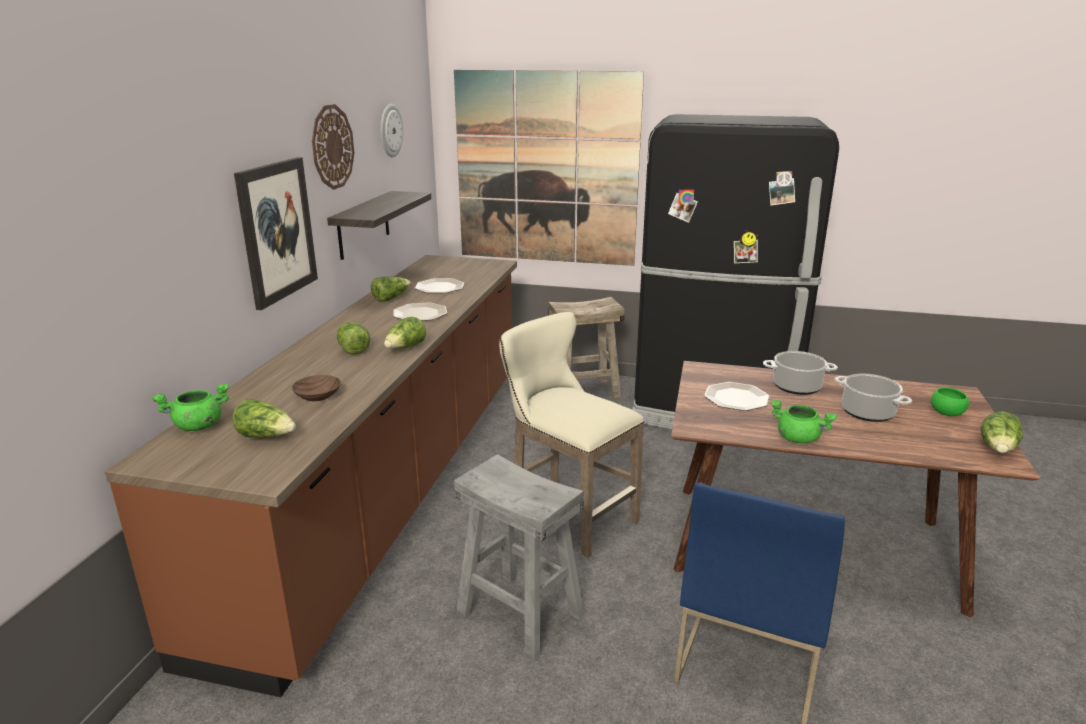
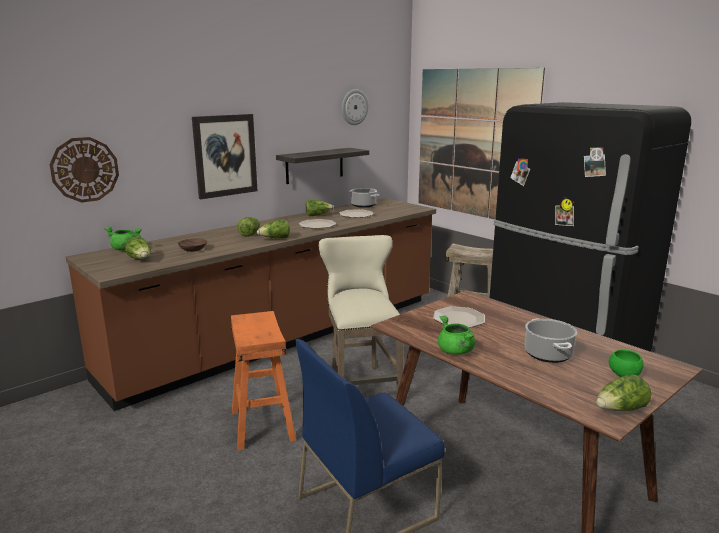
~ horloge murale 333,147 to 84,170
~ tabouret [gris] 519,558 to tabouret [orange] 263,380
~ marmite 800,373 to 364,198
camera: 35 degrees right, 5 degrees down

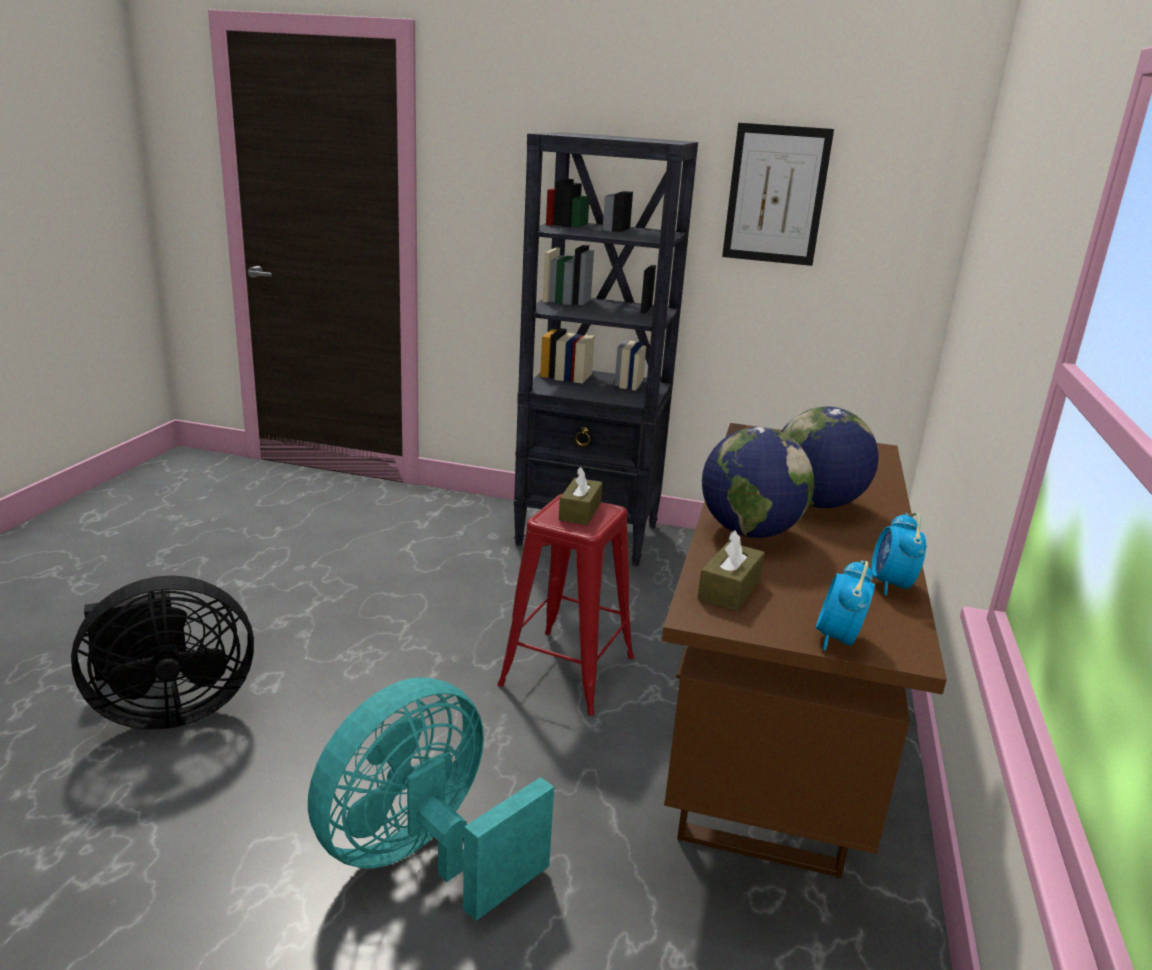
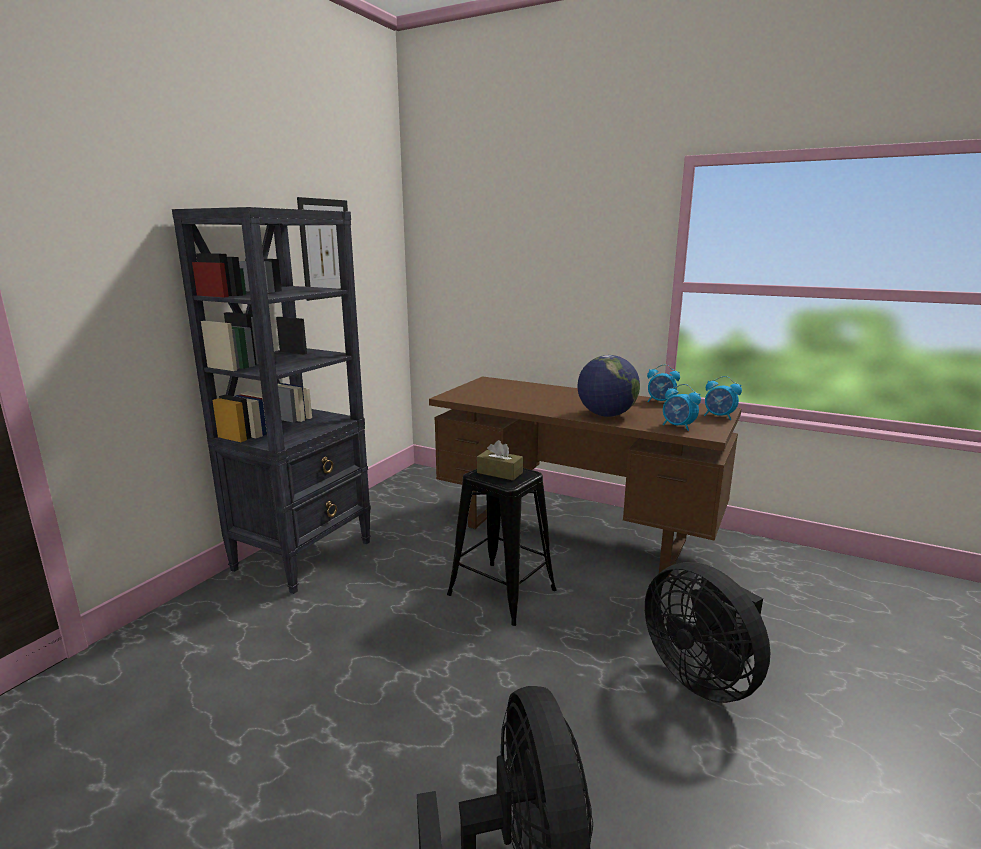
~ ventilateur [turquoise] 431,799 to ventilateur [noir] 707,632
~ tabouret [rouge] 565,605 to tabouret [noir] 502,547
~ boîte à mouchoirs [marron] 731,570 to réveil 682,407
- globe 830,457
camera: 75 degrees left, 5 degrees down

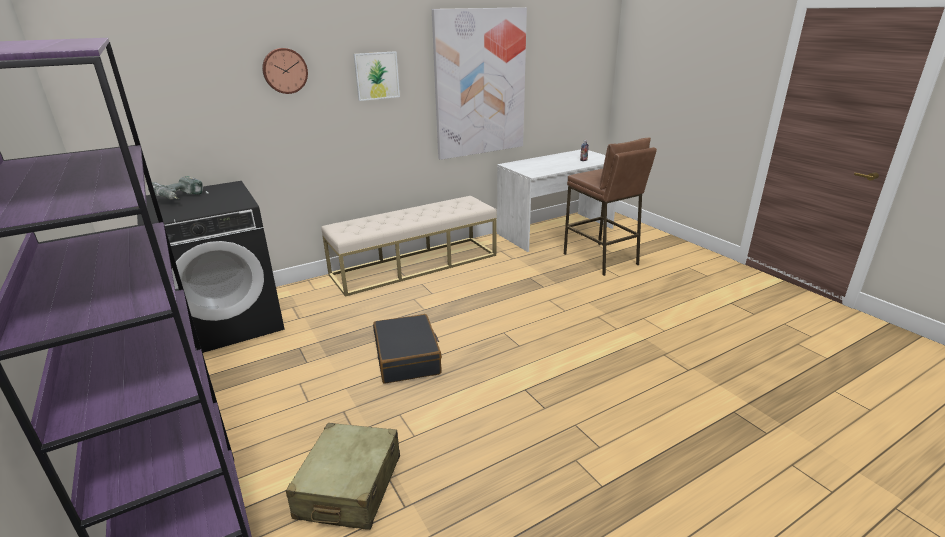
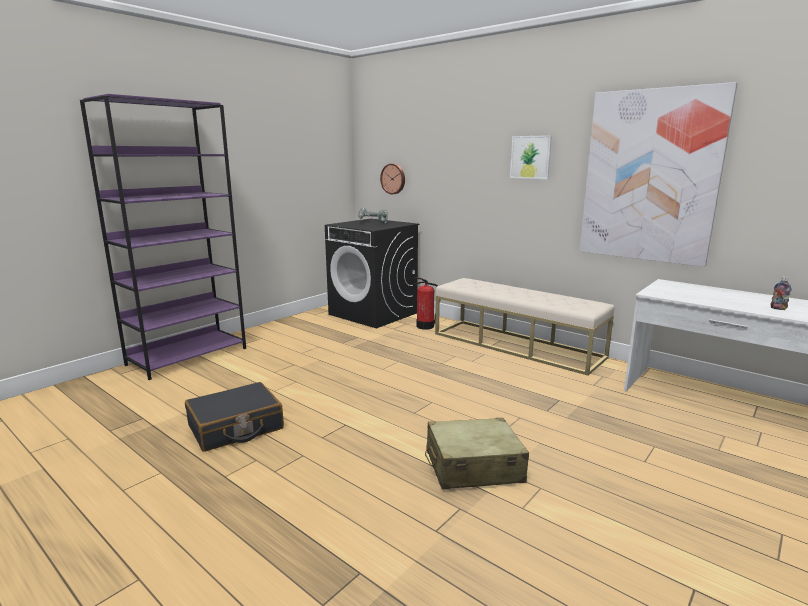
~ horloge murale 285,71 to 392,179
~ valise [beige] 342,476 to 477,454
~ valise [noir] 407,349 to 234,417
- tabouret [marron] 610,206
+ extincteur 427,304
camera: 70 degrees right, 10 degrees down

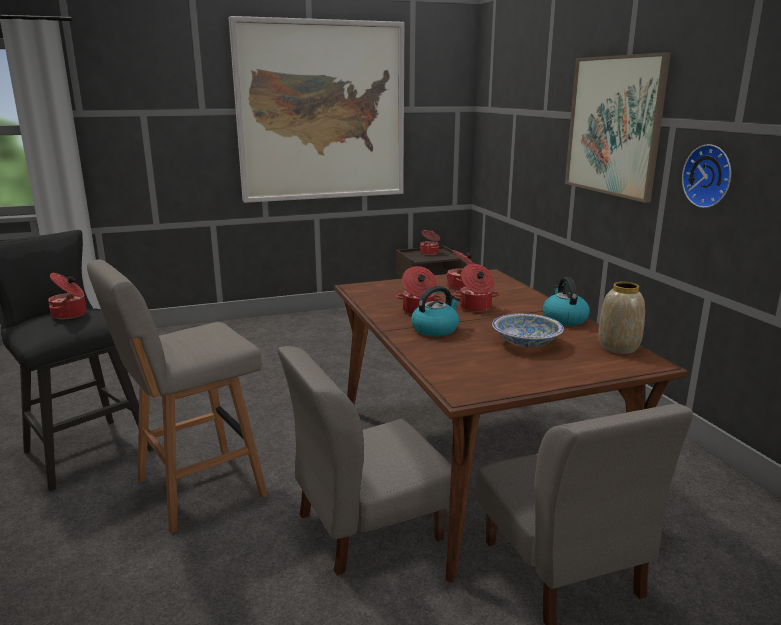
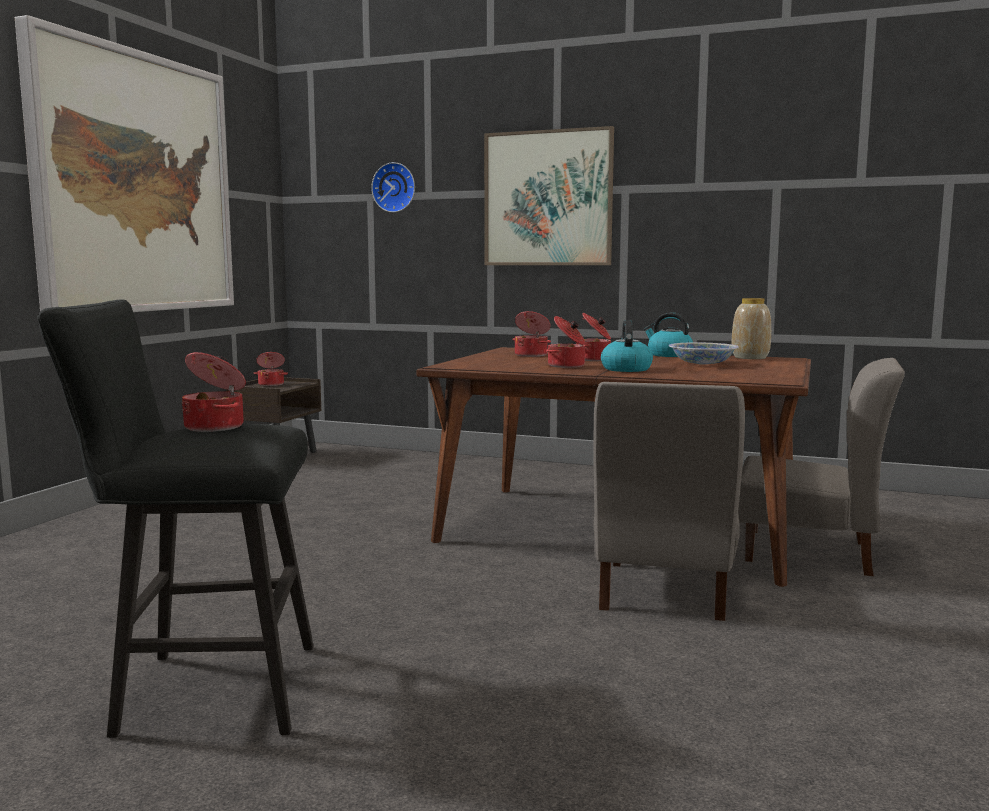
- tabouret [gris] 177,396
~ horloge murale 706,176 to 393,187
camera: 50 degrees left, 10 degrees down

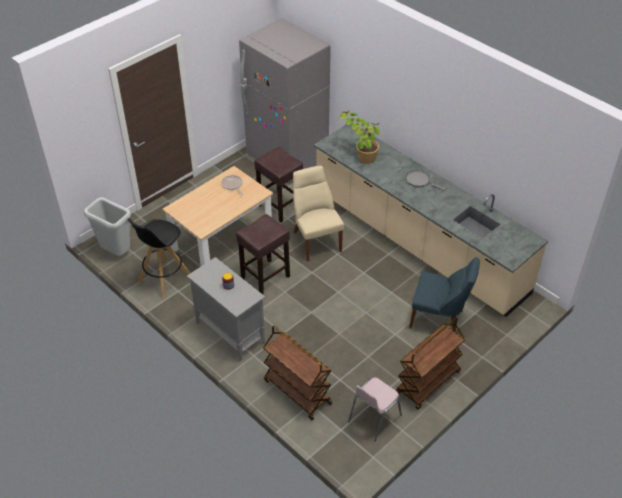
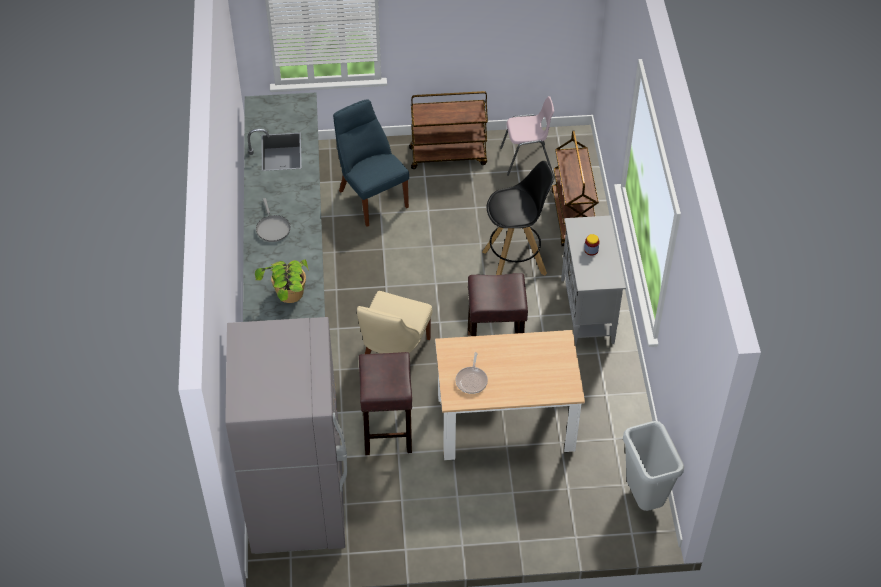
~ tabouret [noir] 158,258 to 518,218
camera: 140 degrees left, 5 degrees up

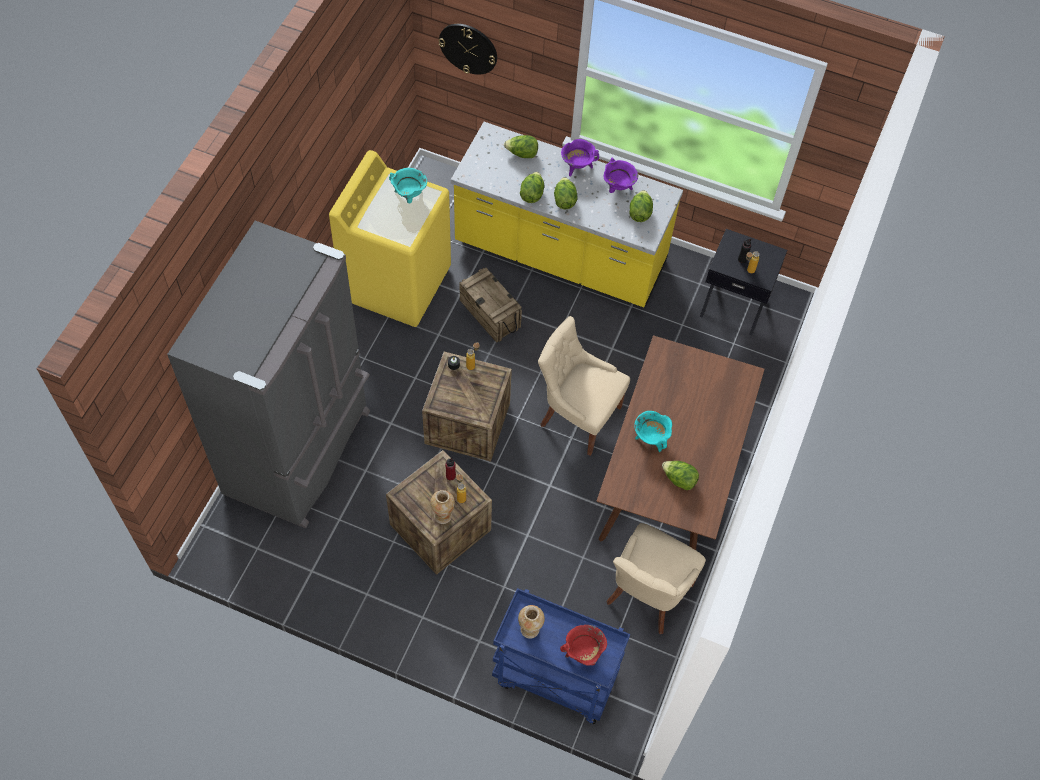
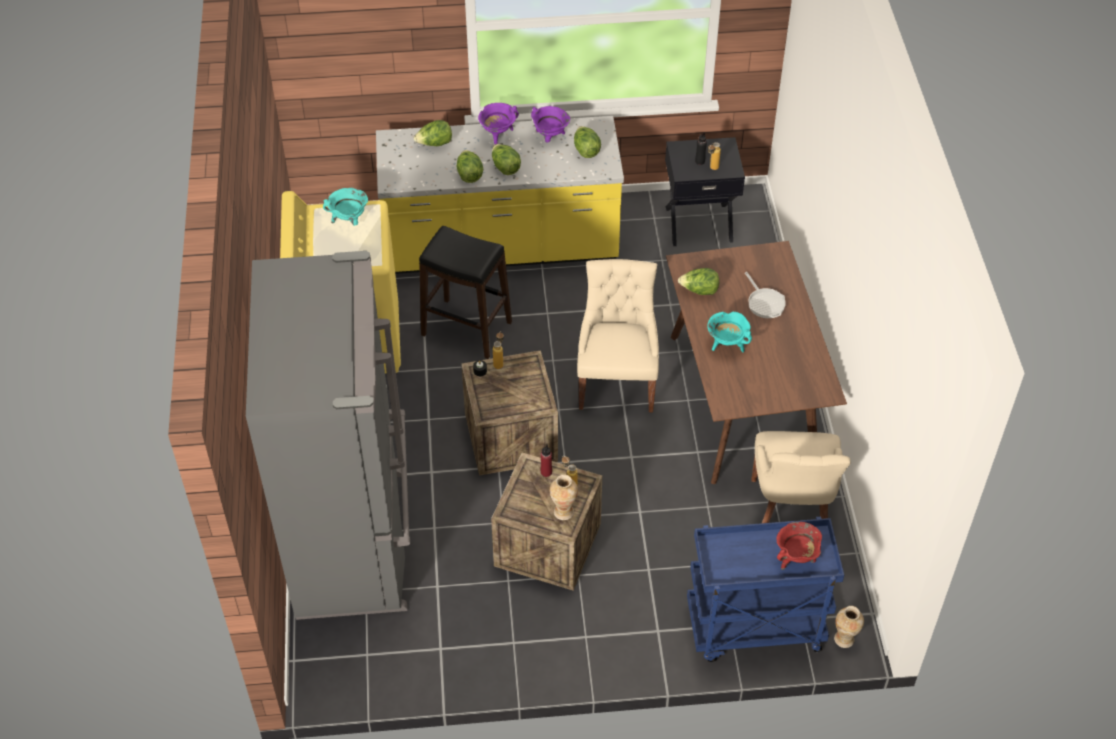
- horloge murale 468,49
~ caisse 490,304 to tabouret [noir] 465,292
~ vase 531,622 to 849,627
~ chaise [beige] 584,386 = 618,335 90 degrees clockwise
~ laitue 680,475 to 698,281
+ poêle 765,295
camera: 25 degrees left, 10 degrees down

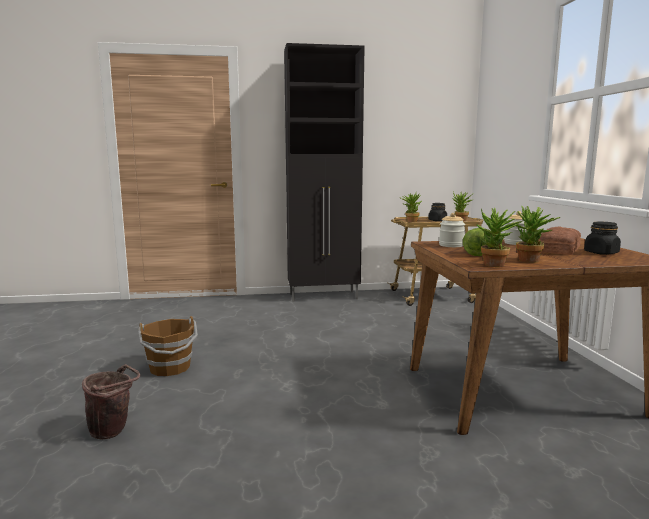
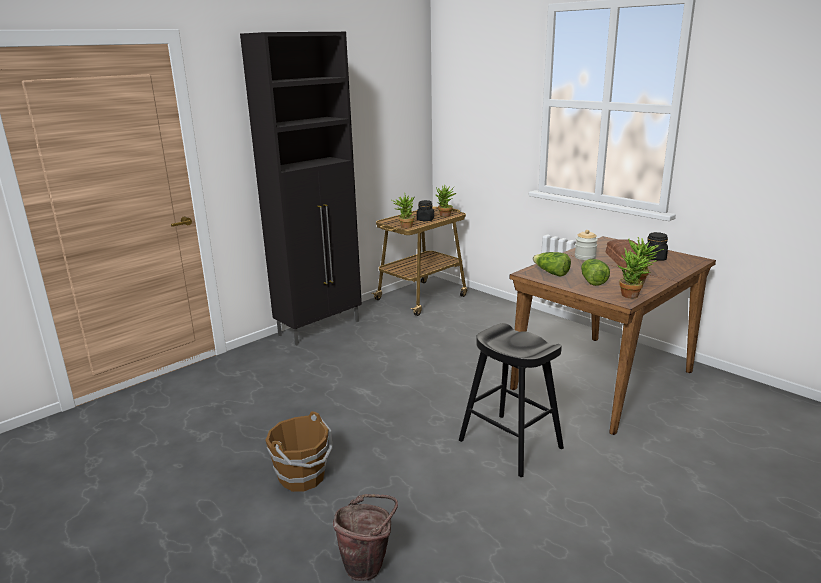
~ bocal 452,230 to laitue 552,264
+ tabouret [noir] 511,400
camera: 35 degrees left, 10 degrees up

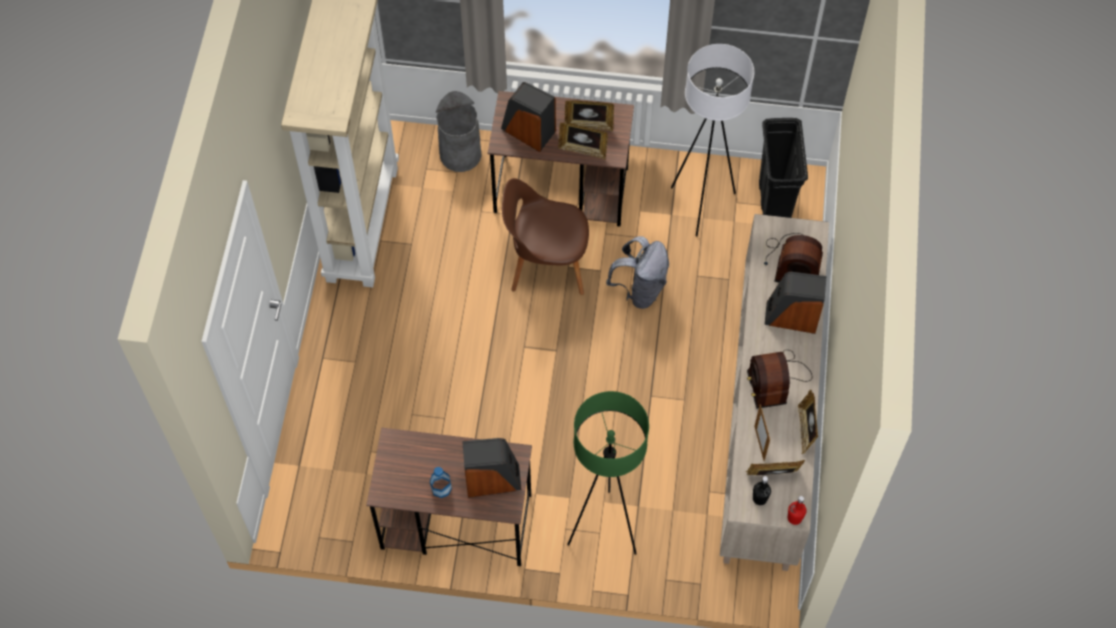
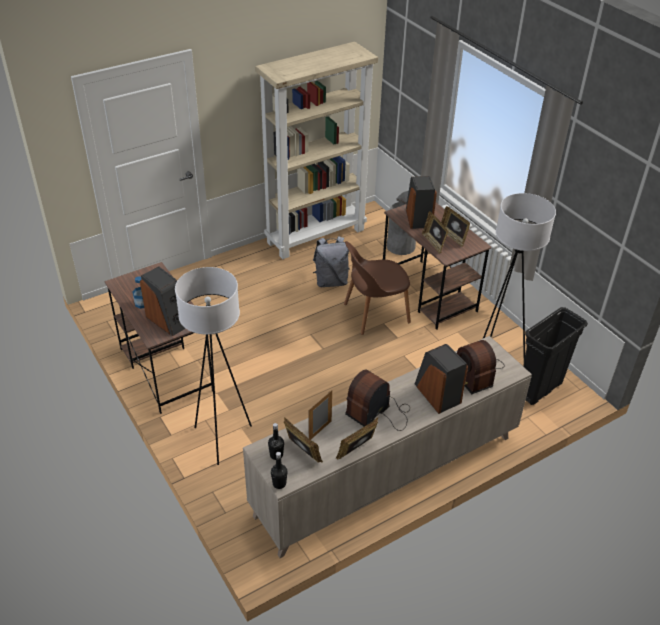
~ chaise [marron] 545,236 = 377,288 75 degrees counterclockwise
~ lampadaire [vert] 608,473 to lampadaire [blanc] 213,366
~ sac à dos [gris] 637,272 to 331,261
~ bouteille [rouge] 797,510 to bouteille [noir] 279,470
camera: 50 degrees right, 20 degrees down

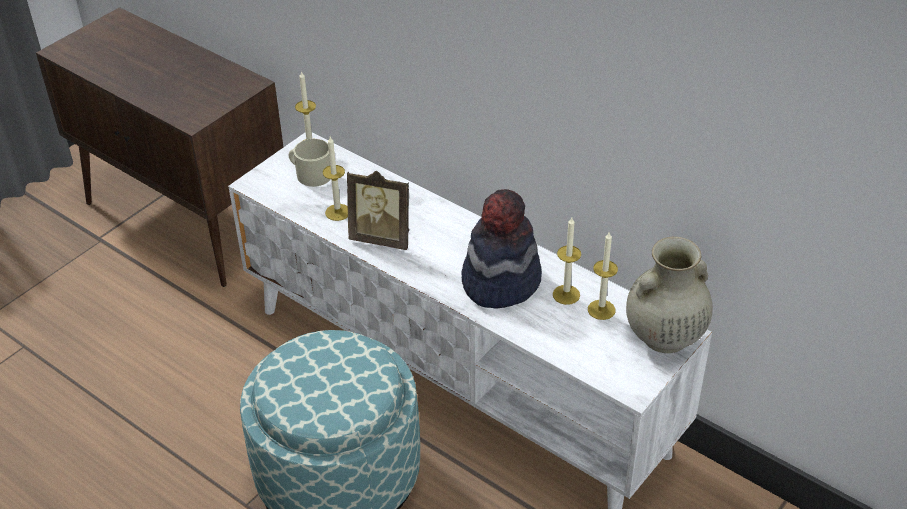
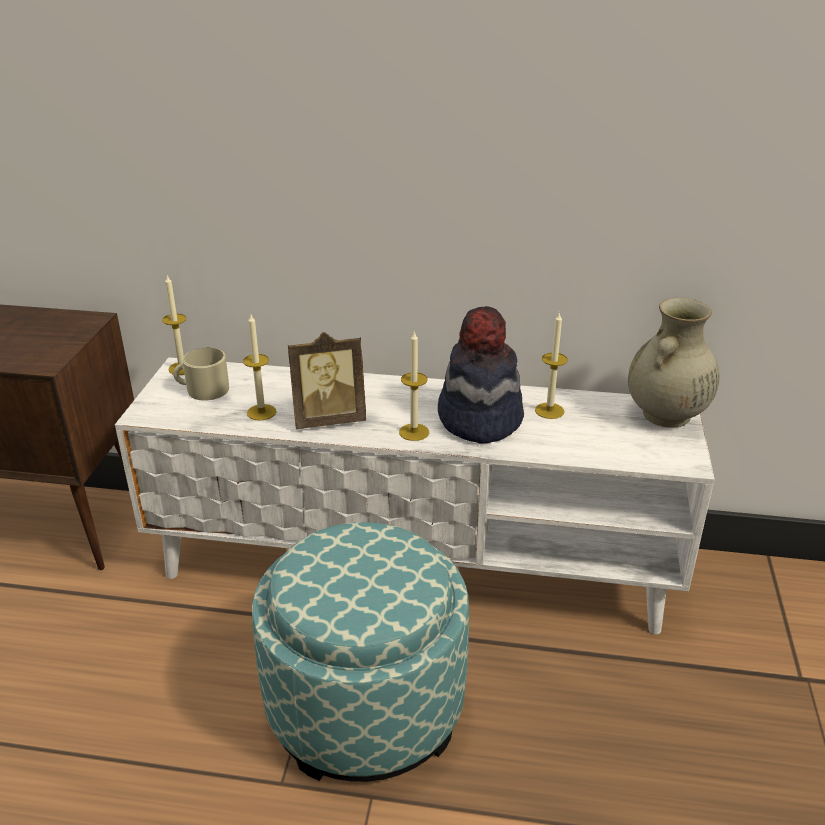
~ bougie 603,276 to 414,386
camera: 30 degrees left, 10 degrees down

